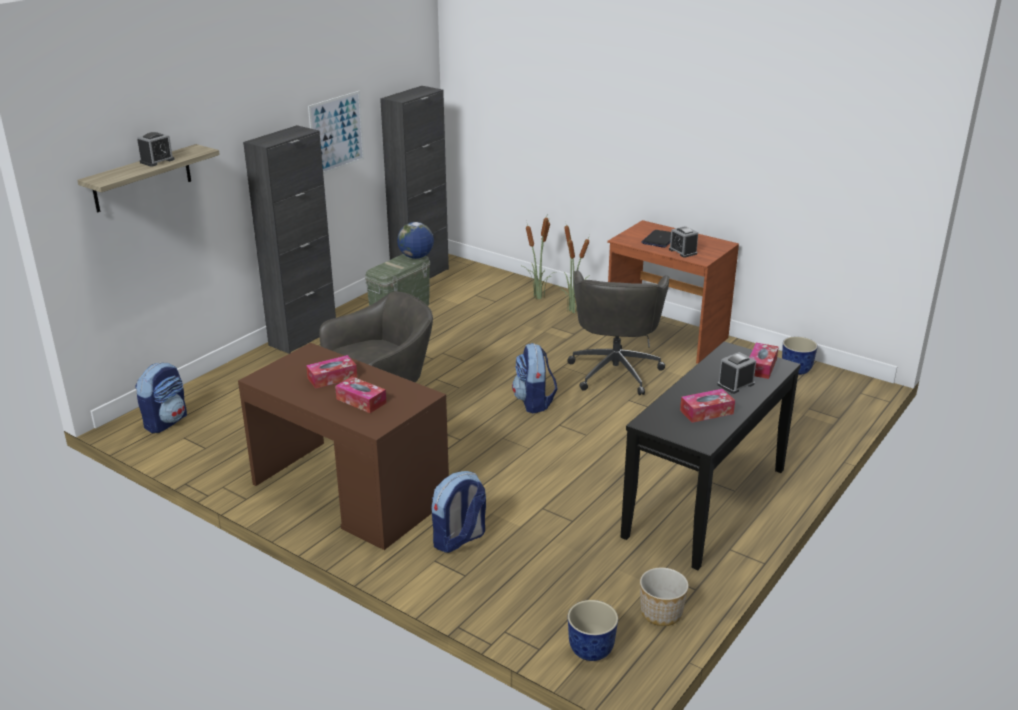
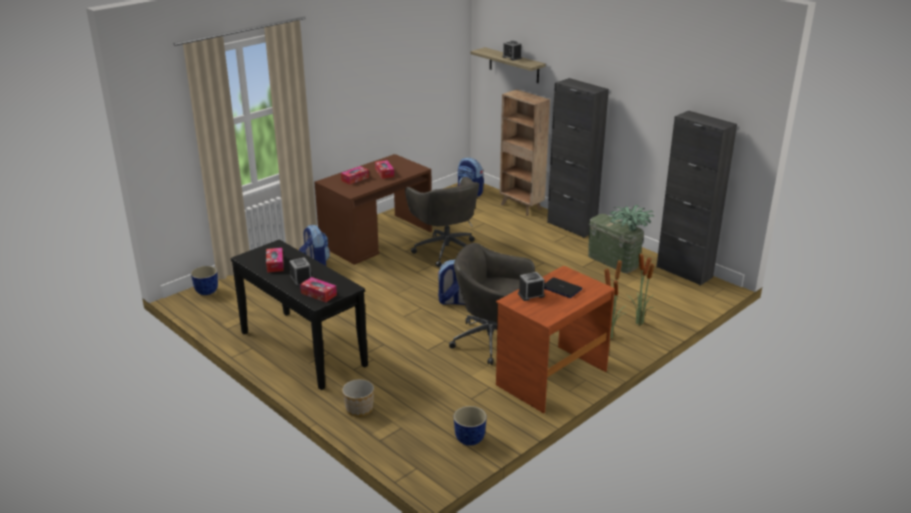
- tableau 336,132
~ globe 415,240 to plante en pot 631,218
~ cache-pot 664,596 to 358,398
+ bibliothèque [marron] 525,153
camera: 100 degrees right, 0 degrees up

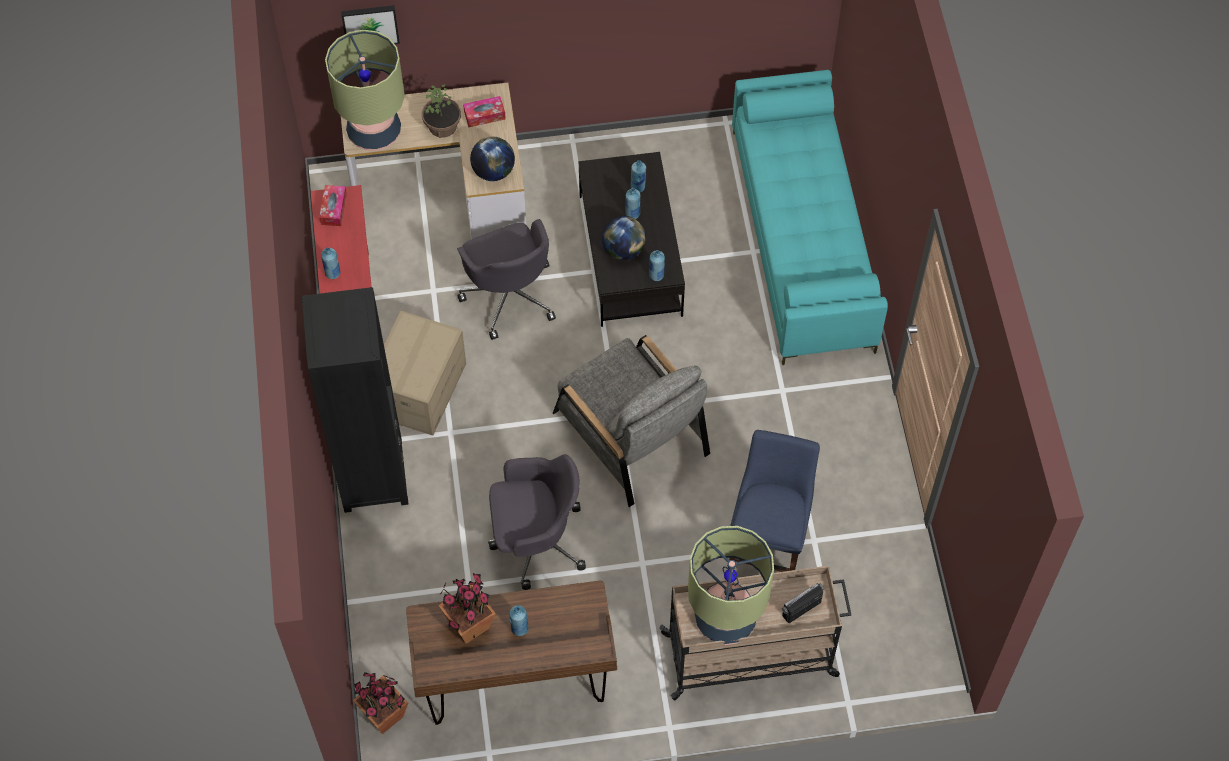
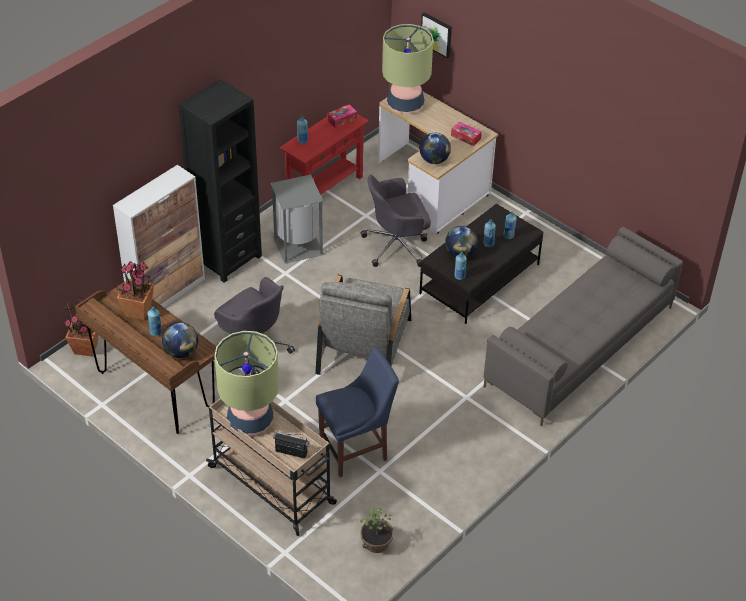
~ carton 425,373 to poubelle [gris] 297,219
~ plante en pot 441,111 to 377,530
~ chaise de bureau [gris] 506,279 = 396,221 45 degrees clockwise
~ canapé [turquoise] 810,217 to canapé [gris] 583,326
+ meuble de rangement 159,236
+ globe 180,340
camera: 50 degrees right, 15 degrees down

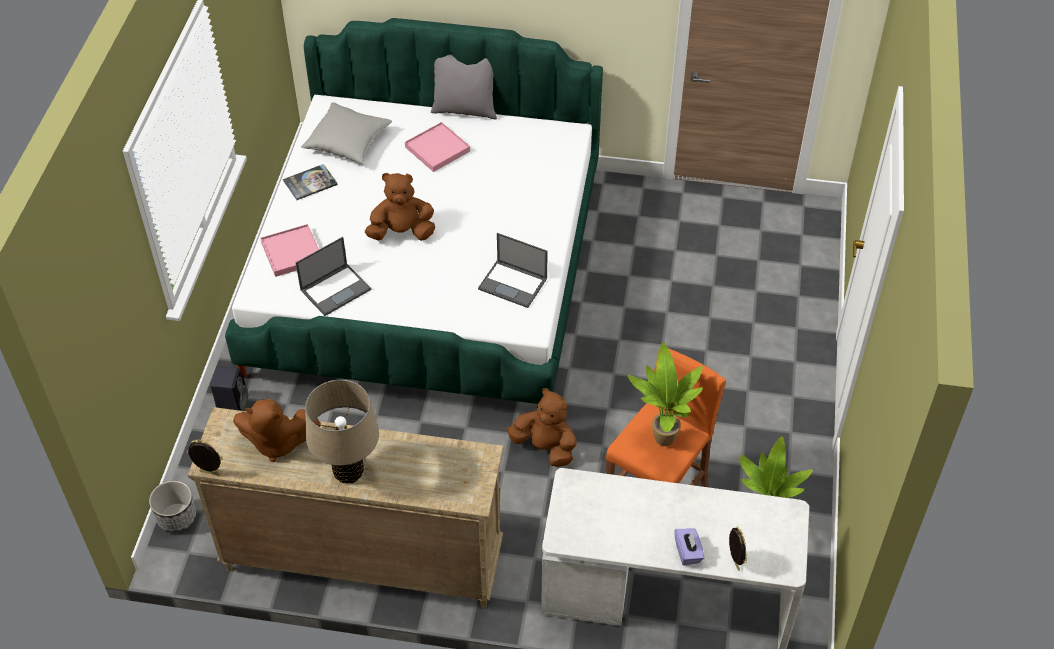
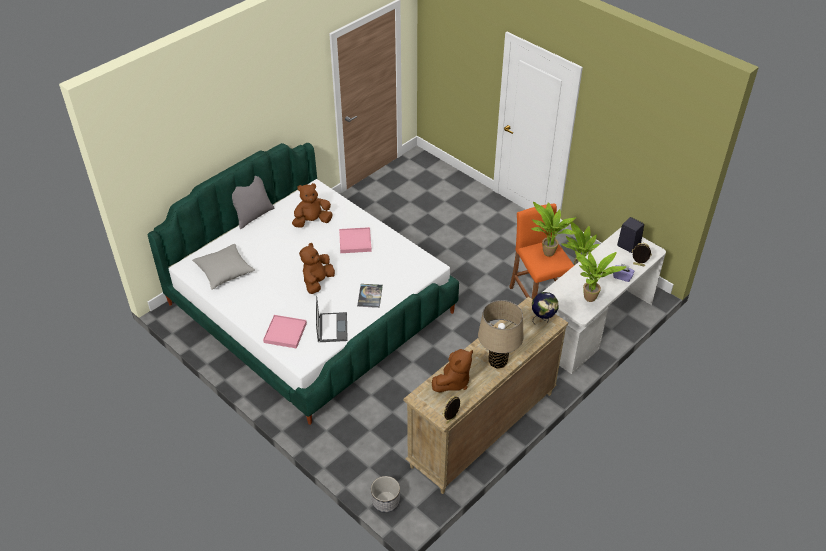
~ enceinte [noir] 229,388 to 630,235
~ livre 310,182 to 370,296
~ plateau [rose] 437,147 to 355,240
- ordinateur portable 513,270
~ peluche [marron] 542,427 to 312,205
+ globe 545,308
+ plante en pot 600,276
camera: 55 degrees left, 5 degrees down

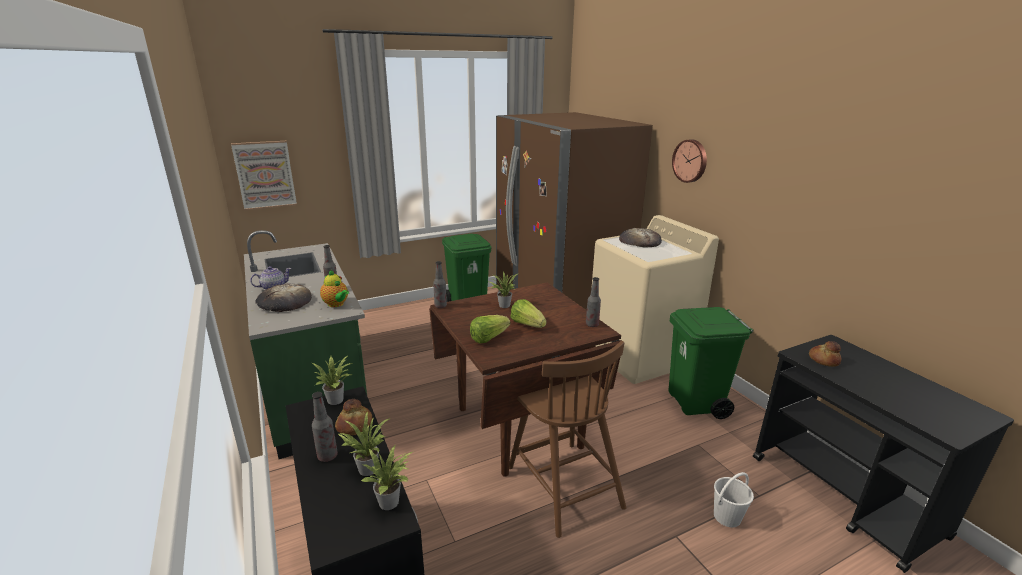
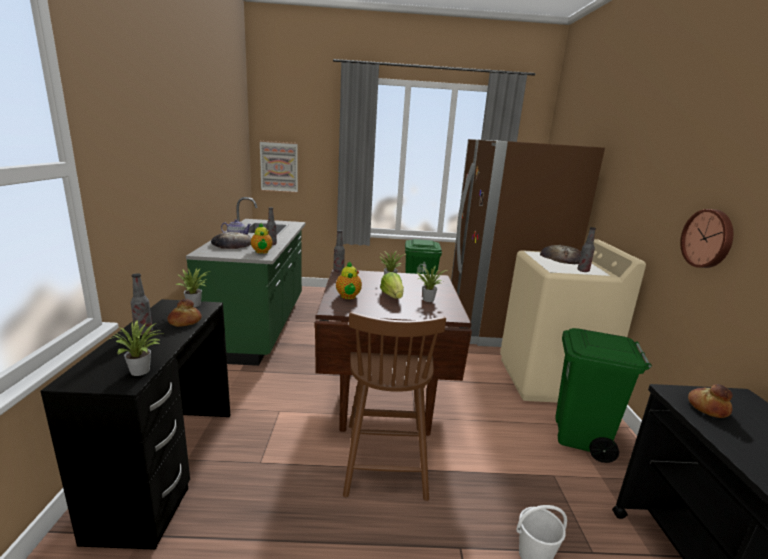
~ plante en pot 364,444 to 432,284
~ laitue 490,329 to théière 349,280
~ bouteille 593,302 to 586,249
~ horloge murale 689,161 to 706,238
camera: 25 degrees right, 5 degrees down

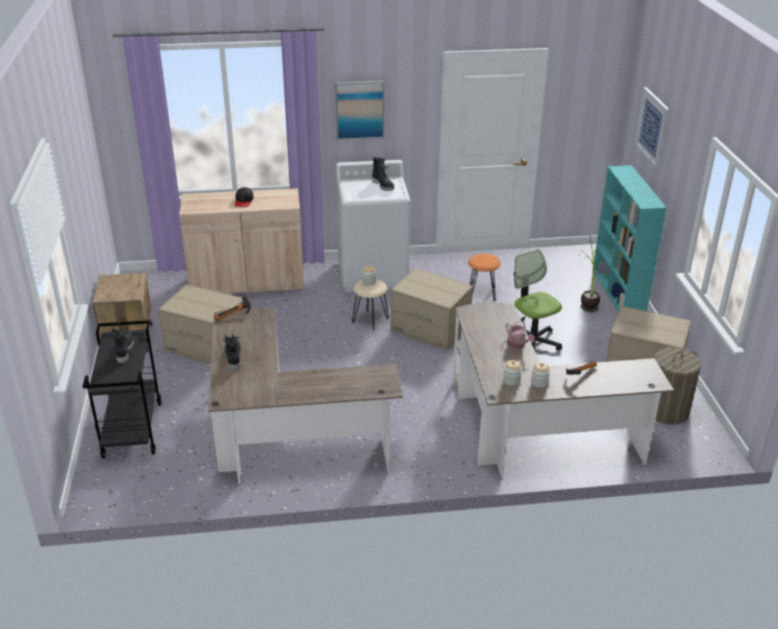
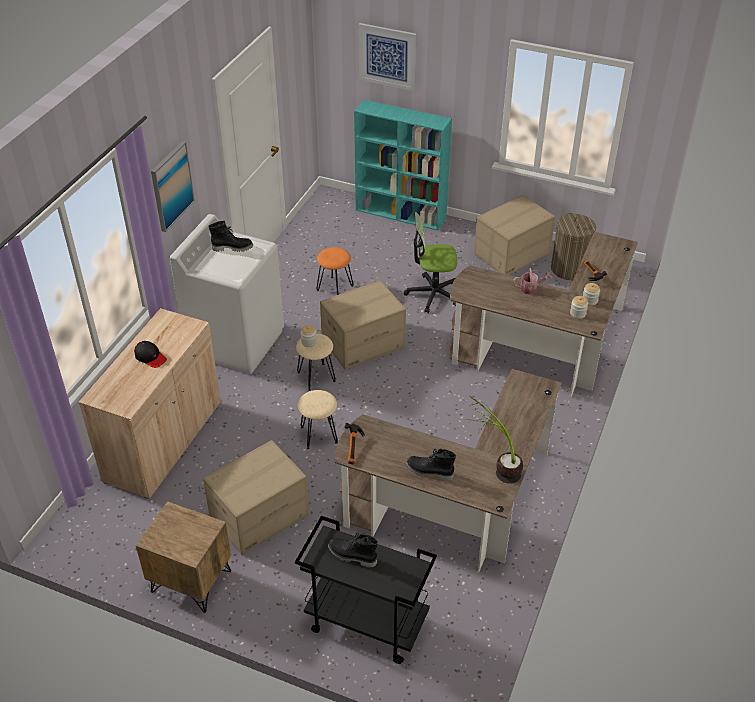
~ plante en pot 590,274 to 494,440
+ tabouret [beige] 318,419
camera: 60 degrees left, 10 degrees up

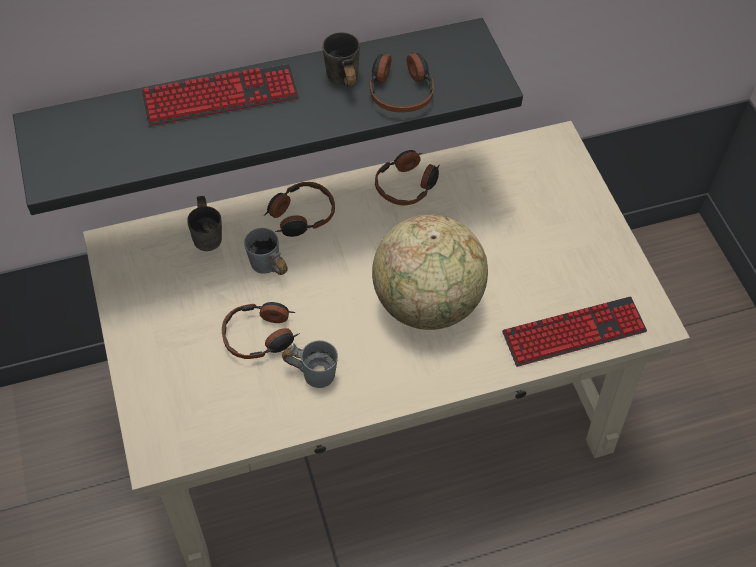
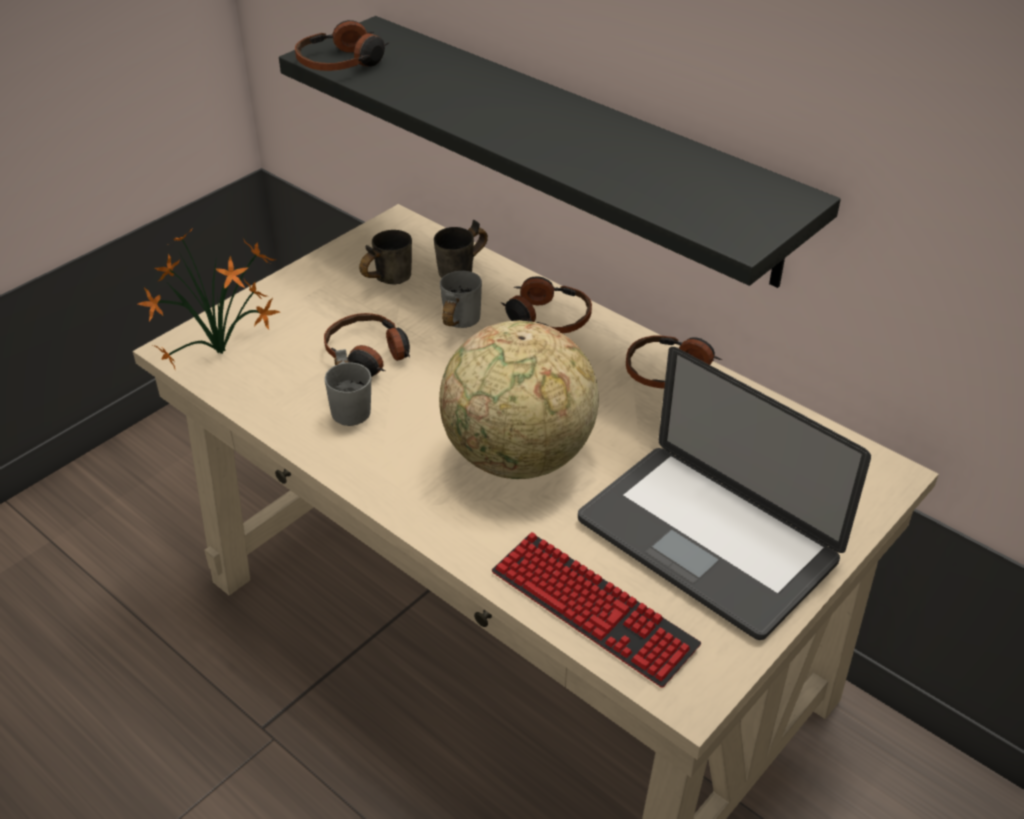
- clavier 220,95
~ mug [gris] 341,59 to 385,257
~ casque audio 402,82 to 342,45
+ plante en pot 209,298
+ ordinateur portable 724,493
camera: 60 degrees right, 15 degrees down

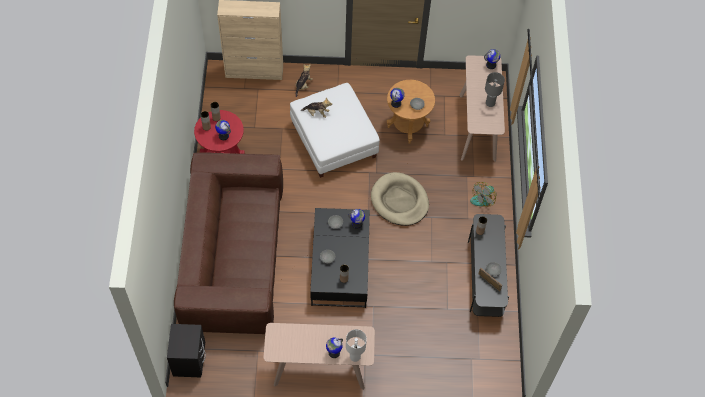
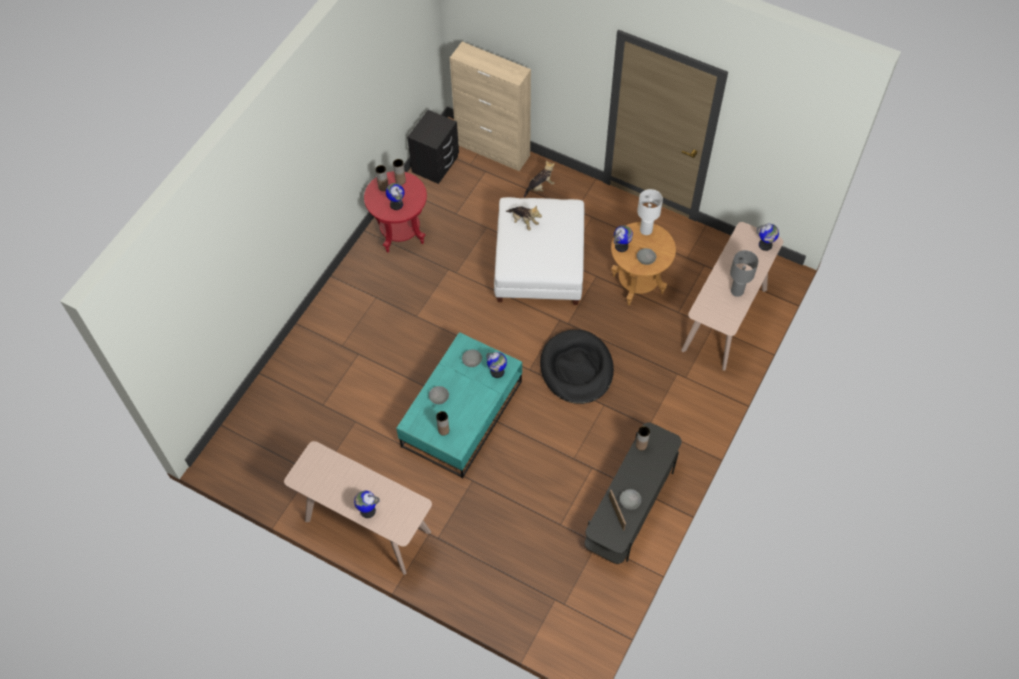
~ table de chevet [noir] 186,350 to 433,147
- canapé [marron] 228,243
~ table basse [noir] 340,258 to table basse [turquoise] 459,405
~ lampe de table [blanc] 356,345 to 650,212
~ panier pour chien [beige] 400,199 to panier pour chien [noir] 577,366
- ventilateur 483,194
camera: 30 degrees right, 0 degrees up

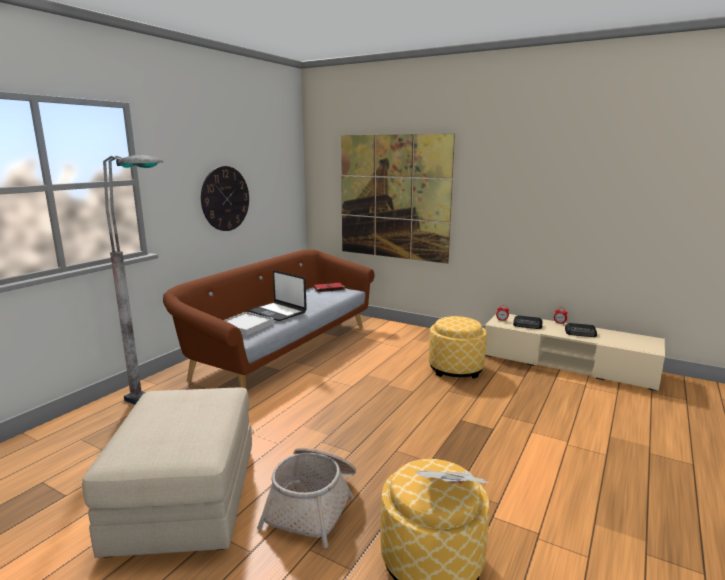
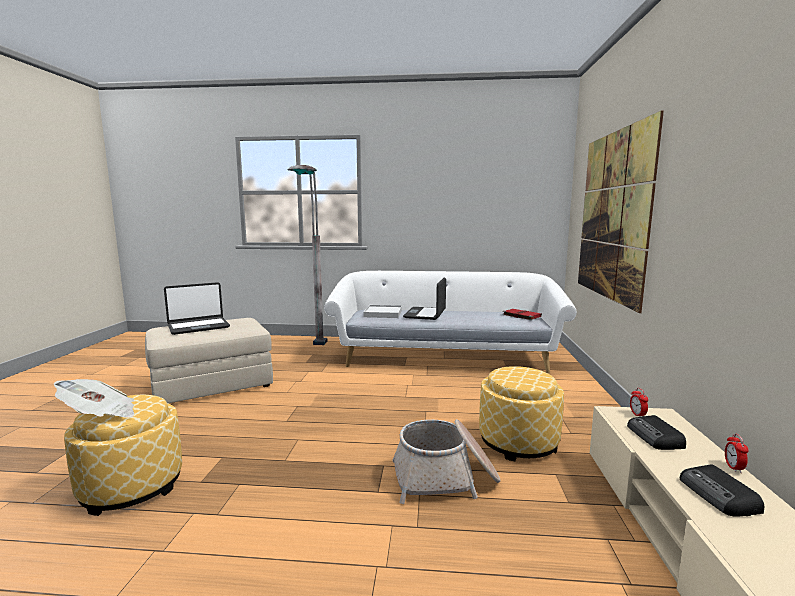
~ canapé [marron] 268,318 to canapé [blanc] 450,322
- horloge murale 225,198
~ panier 306,498 to 446,461
+ ordinateur portable 197,308
camera: 65 degrees right, 5 degrees down

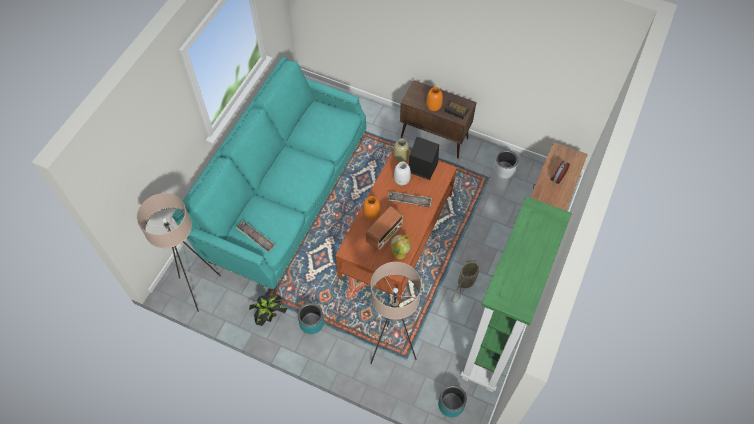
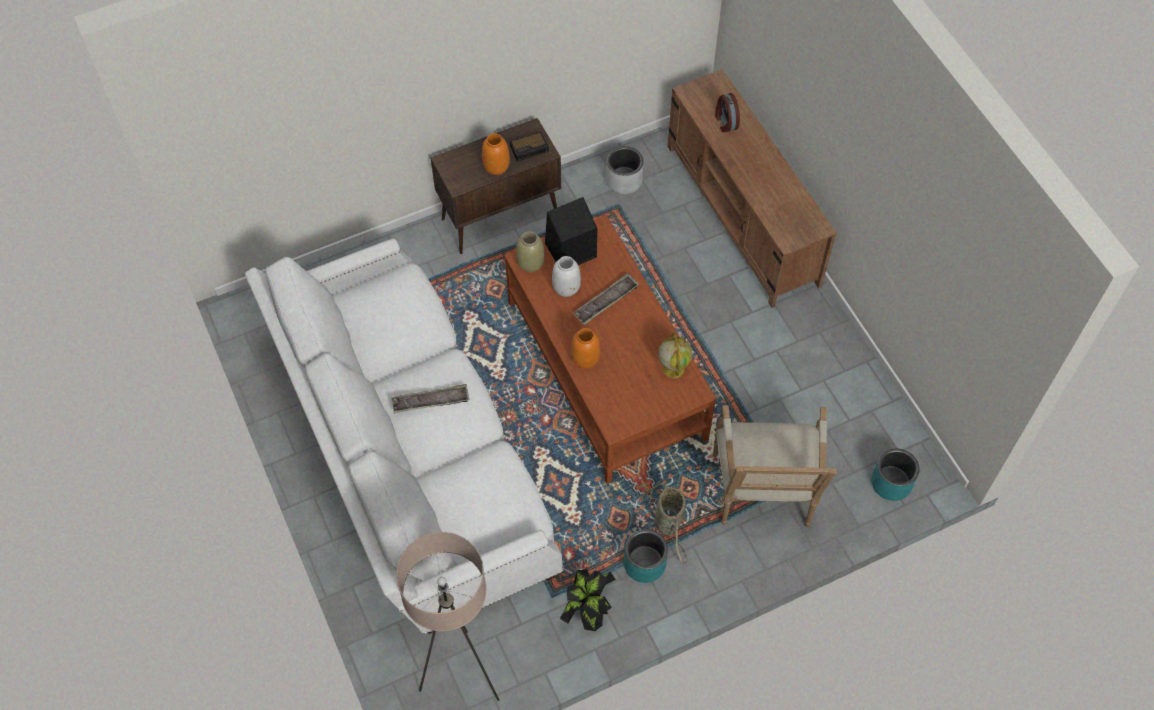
~ canapé [turquoise] 269,174 to canapé [blanc] 404,436
~ plateau 256,236 to 430,399
- radio 385,228
~ lampadaire [beige] 396,313 to fauteuil 774,466
~ panier 465,281 to 664,523
- bibliothèque [vert] 516,294
camera: 50 degrees left, 0 degrees up

